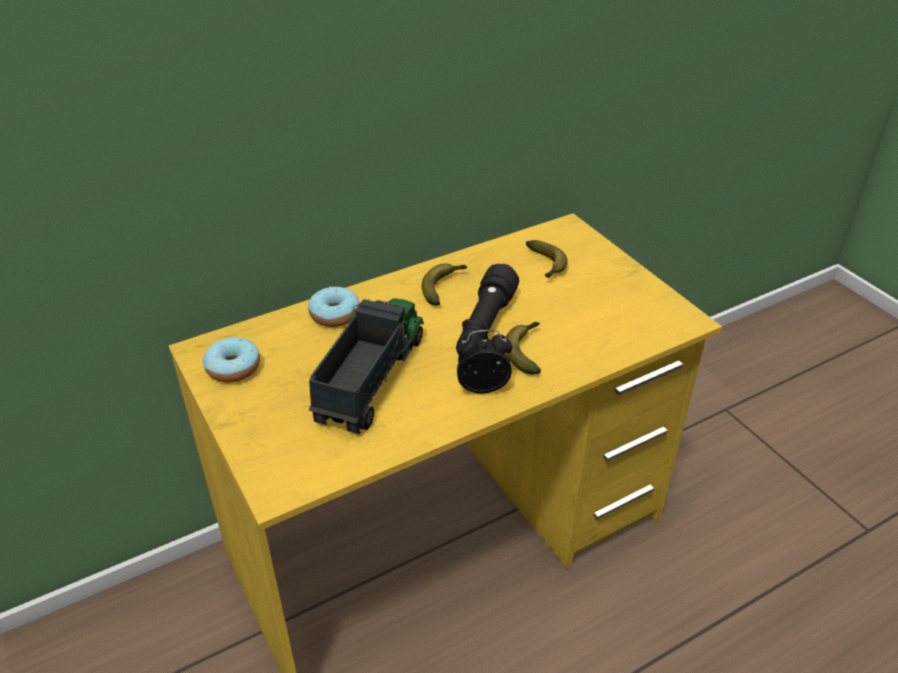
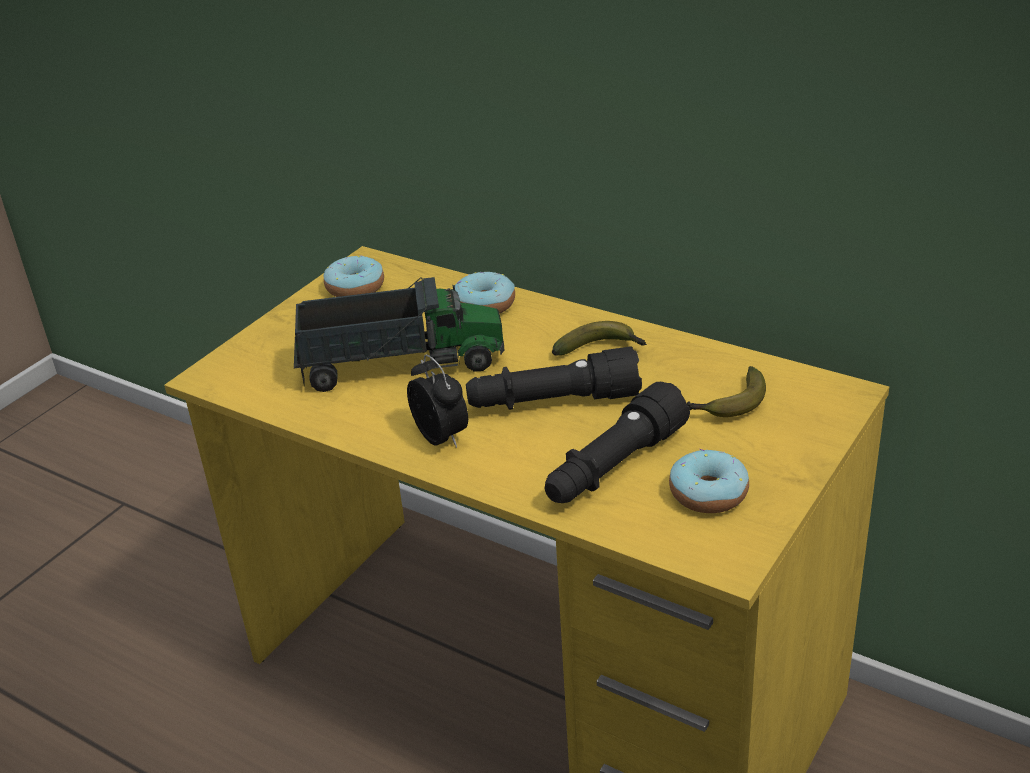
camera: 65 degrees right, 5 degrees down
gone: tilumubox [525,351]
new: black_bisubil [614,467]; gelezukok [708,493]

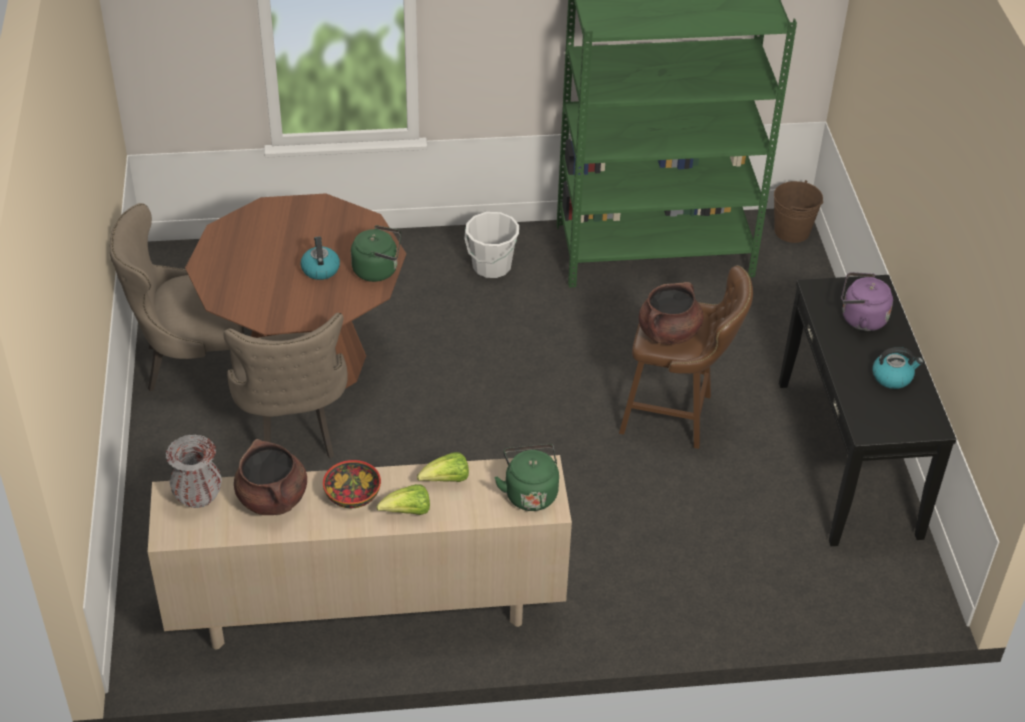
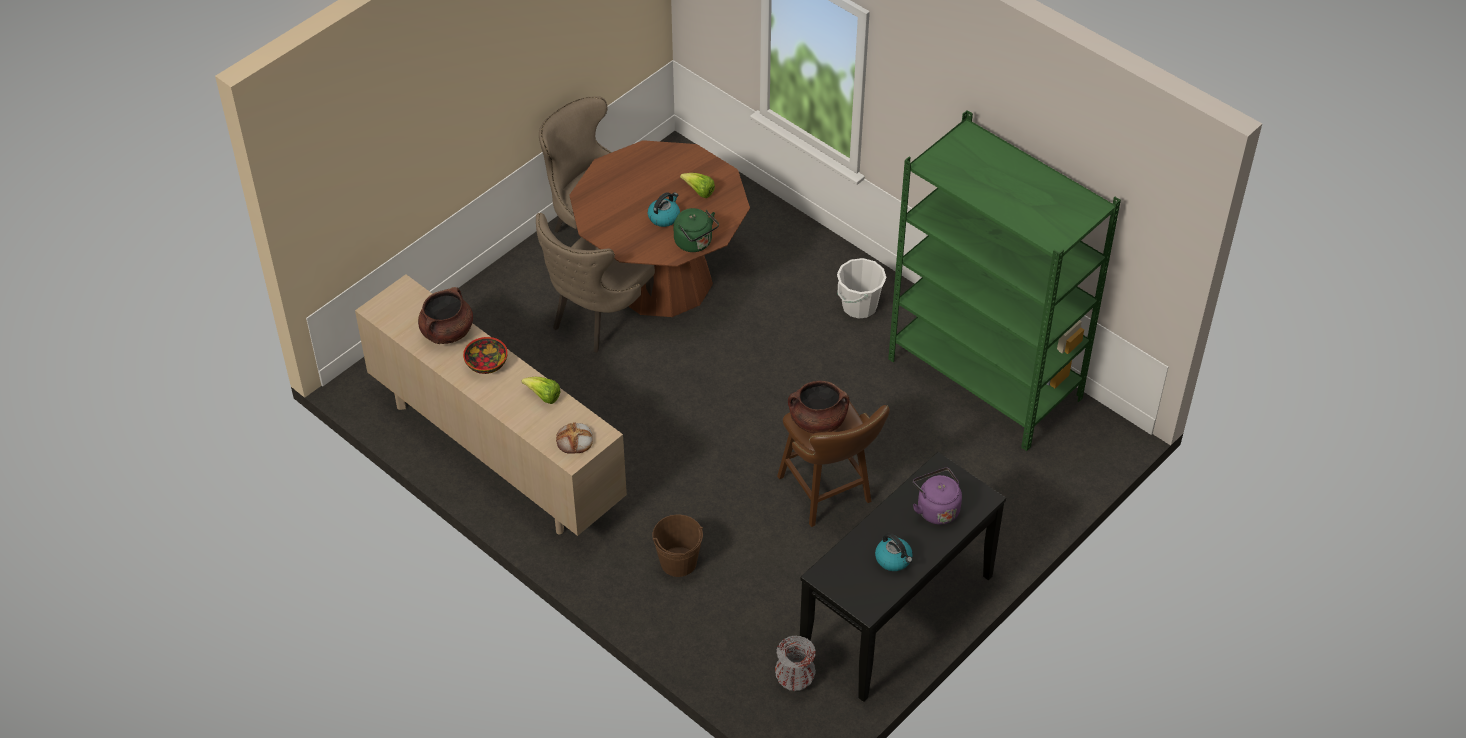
camera: 50 degrees right, 5 degrees up
shifted: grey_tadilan [198,496] to [794,680]; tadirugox [408,512] to [699,192]; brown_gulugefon [792,231] to [678,562]
swapped: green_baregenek [529,492] to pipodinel [575,440]

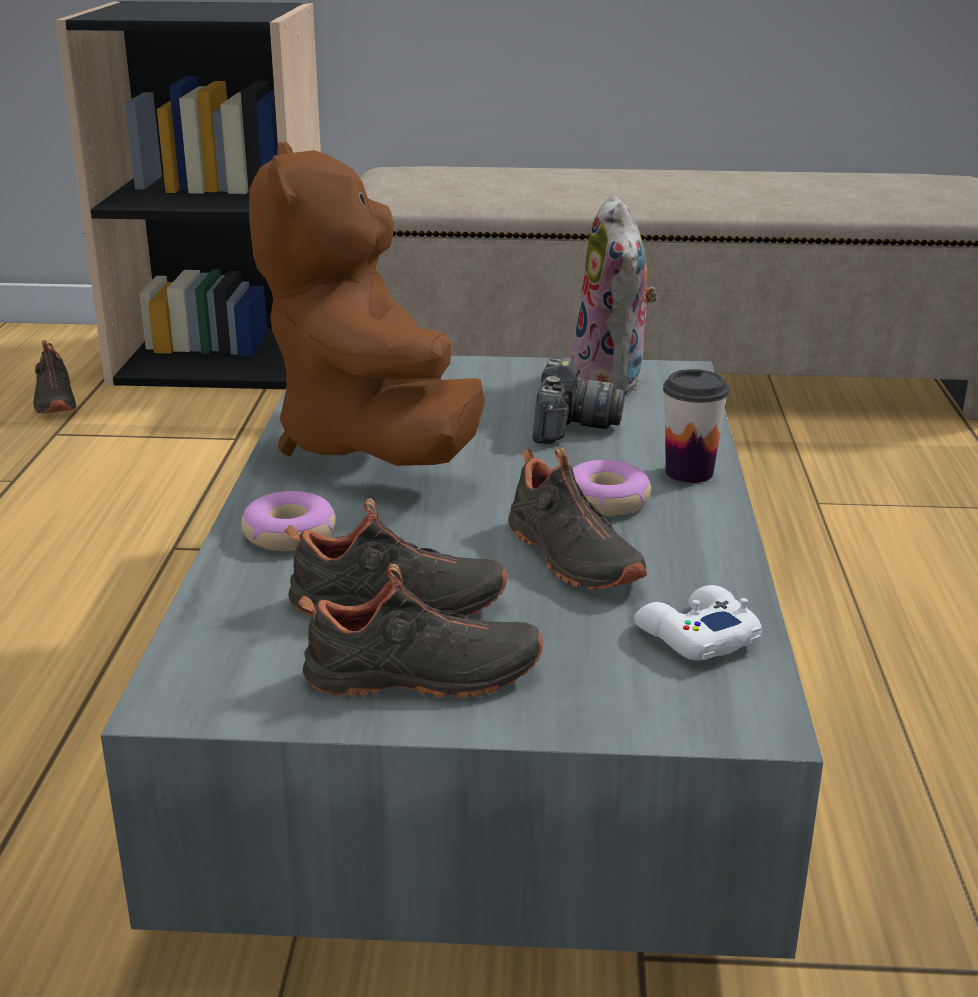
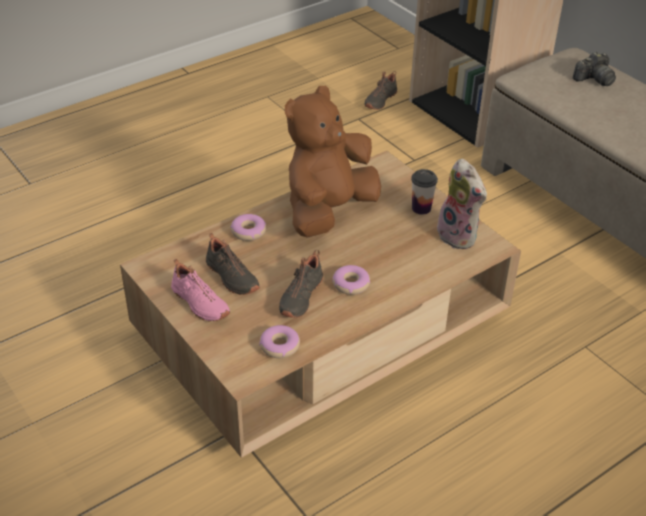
camera: 50 degrees right, 15 degrees up
shifted: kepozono [571,426] to [594,79]; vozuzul [689,472] to [421,208]
swapped: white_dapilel [695,636] to gelezukok [280,346]
repainted: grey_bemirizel [488,700] to brown_bemirizel [321,329]; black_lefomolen [423,679] to pink_lefomolen [199,303]
rotated: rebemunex [613,382] = [460,236] 75 degrees counterclockwise

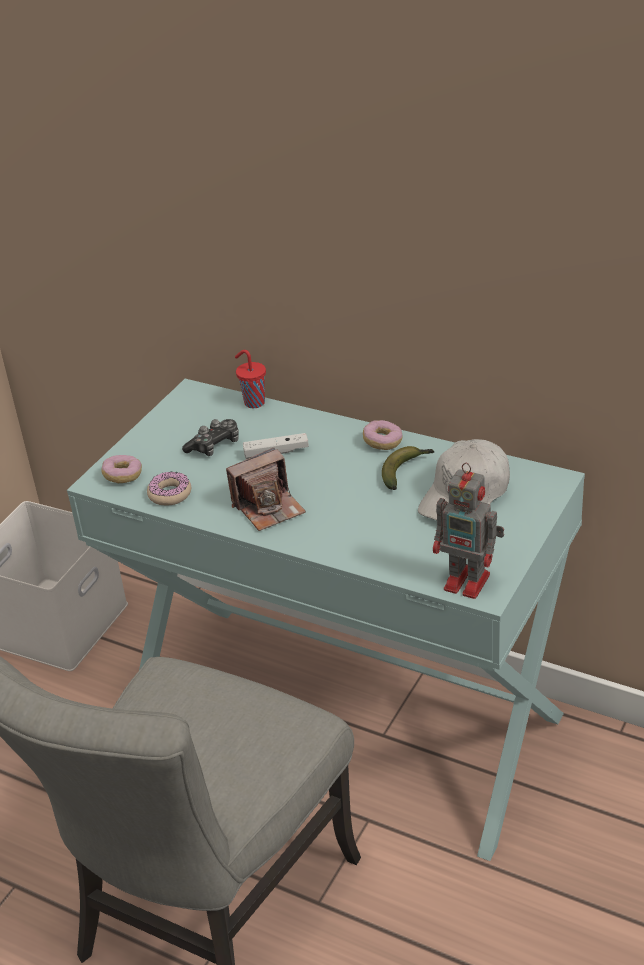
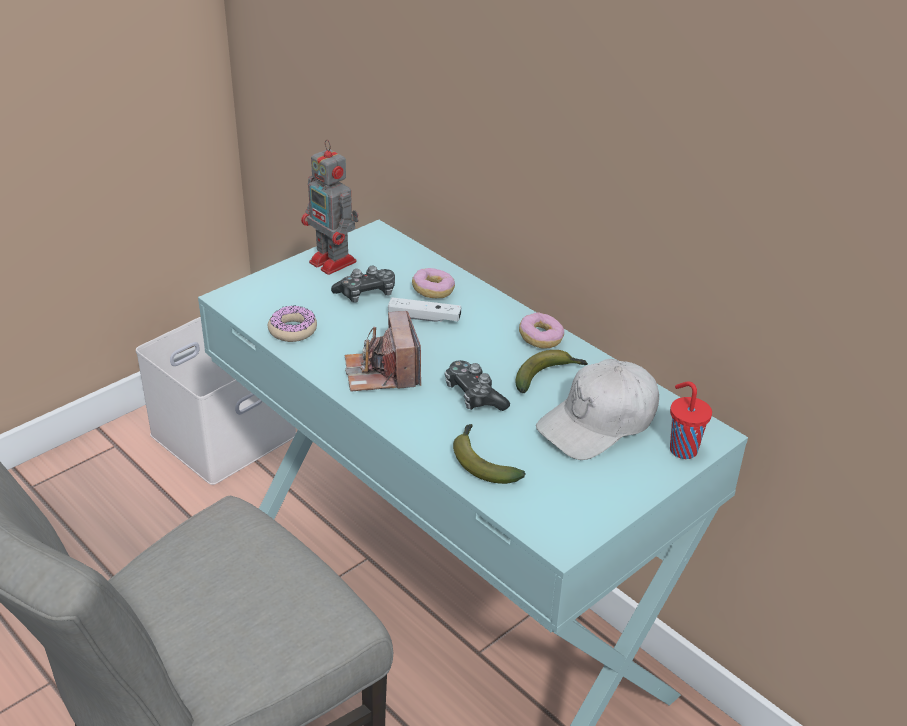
camera: 15 degrees right, 0 degrees up
new: dapilel [474,395]; tilumubox [482,461]
shifted: gelezukok [123,476] to [433,291]; red_vozuzul [253,402] to [682,449]; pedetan [469,582] to [334,263]
rotated: kepozono [268,507] = [382,373] 90 degrees clockwise

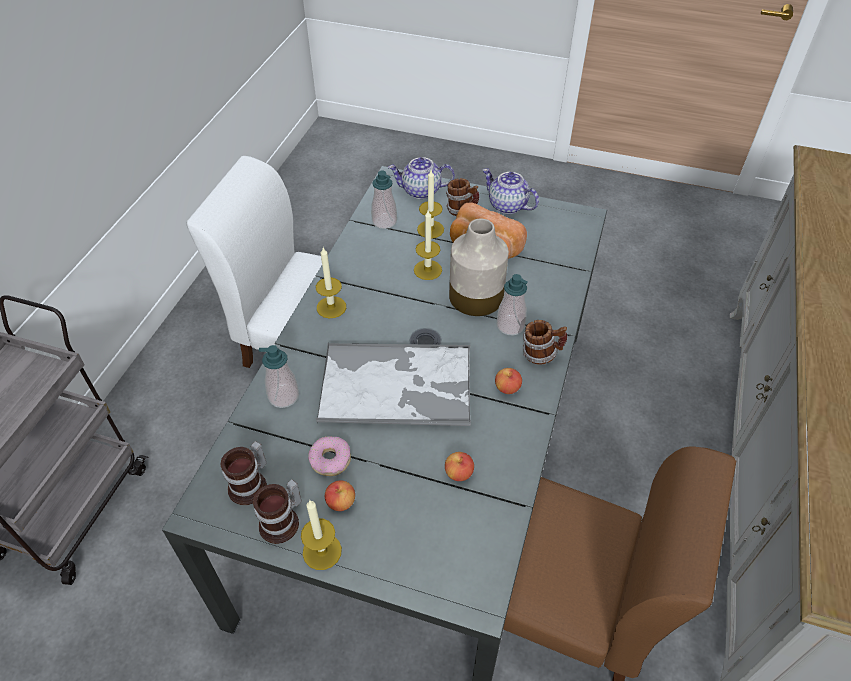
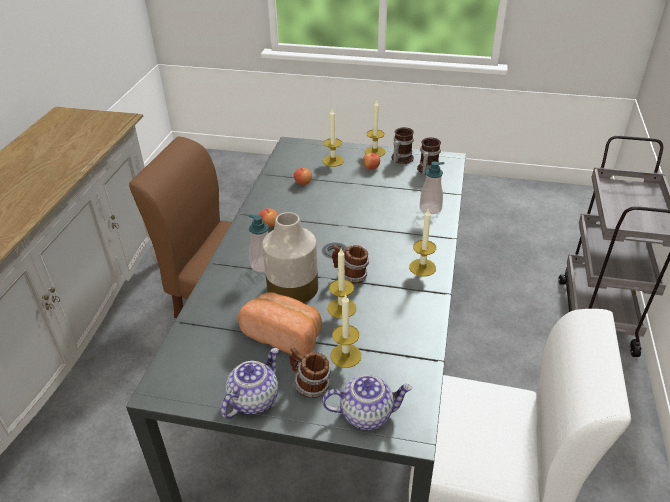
camera: 175 degrees right, 10 degrees down
gone: gelezukok [330,460]; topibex [397,385]; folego [384,221]
new: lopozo [333,161]
shifted: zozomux [541,354] to [350,276]
rotated: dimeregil [507,205] = [253,399] 90 degrees counterclockwise

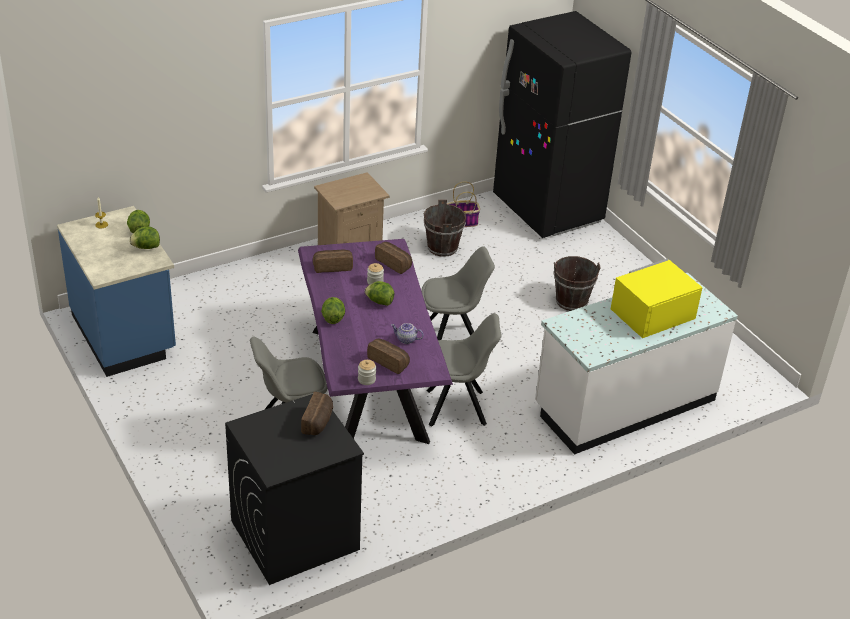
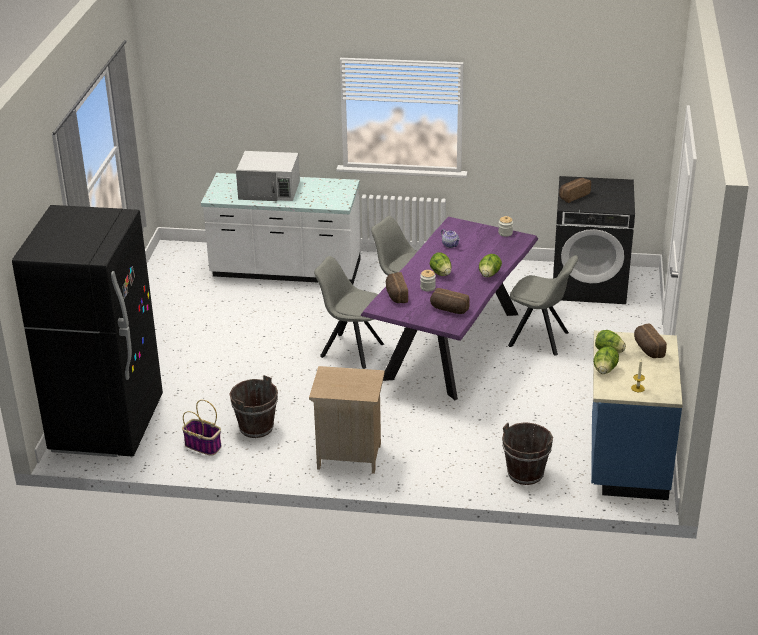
camera: 140 degrees left, 5 degrees down
shifted: pipodinel [389,361] to [647,349]; brown_gulugefon [571,302] to [525,473]
repainted: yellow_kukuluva [651,313] to white_kukuluva [269,190]

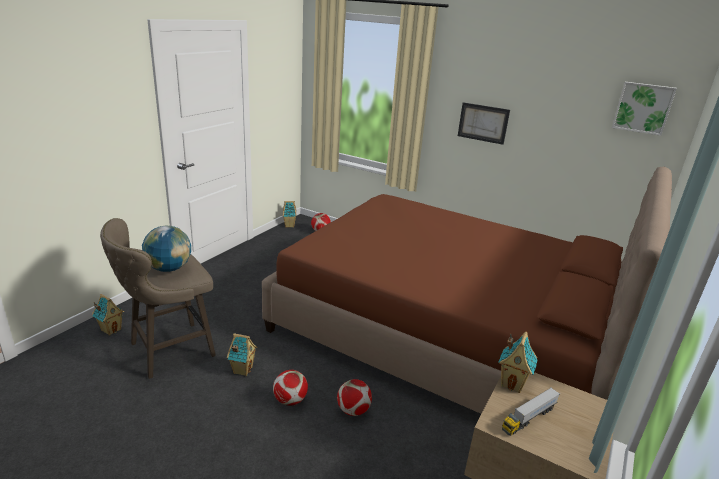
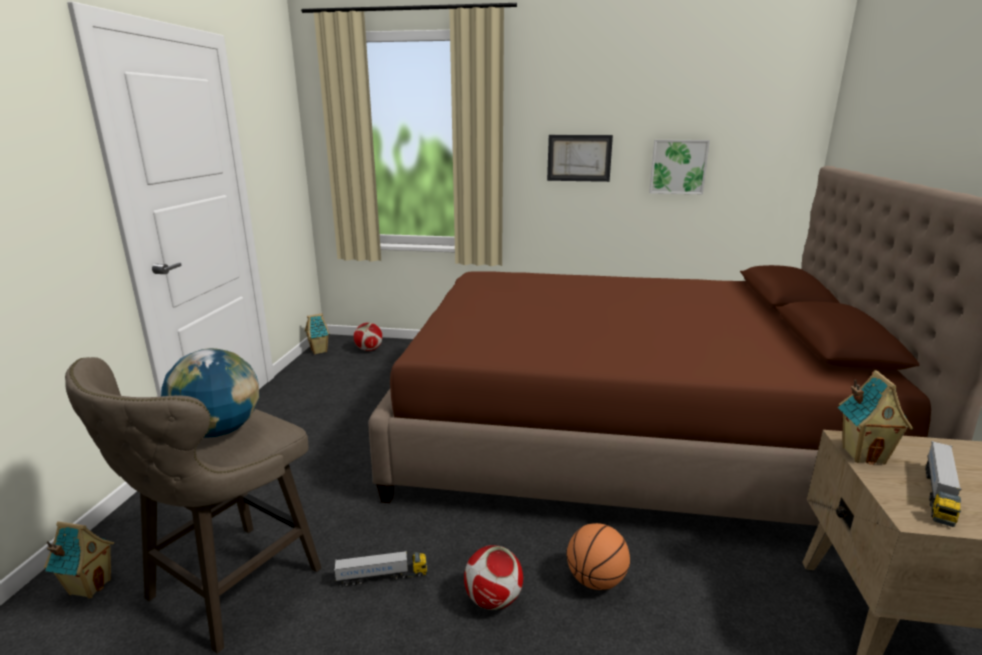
camera: 20 degrees left, 5 degrees down
shifted: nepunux [643,108] to [678,166]
swapped: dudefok [242,370] to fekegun [382,577]; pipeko [353,410] to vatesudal [596,580]

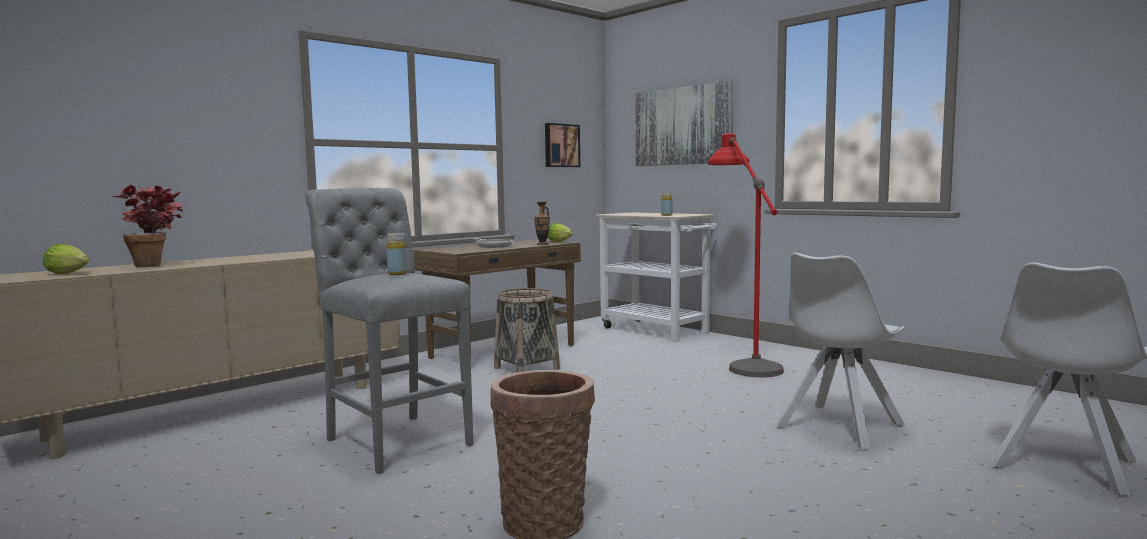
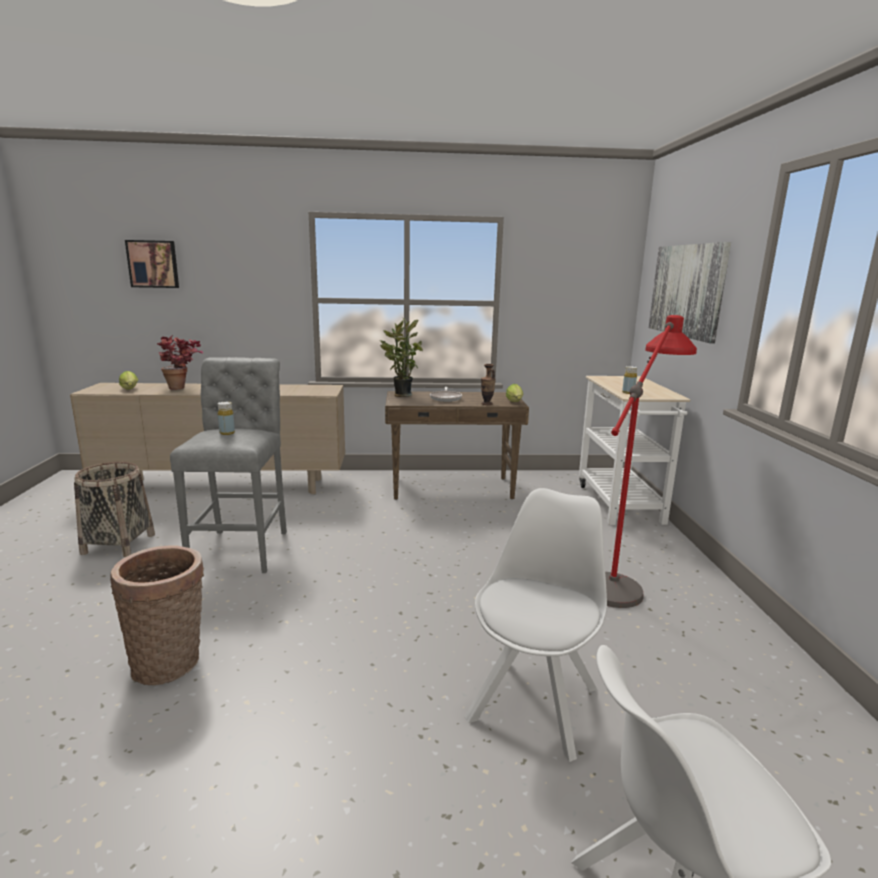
camera: 40 degrees right, 10 degrees up
new: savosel [400,395]
shifted: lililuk [526,368] to [119,544]; nepunux [561,145] to [153,264]
rotated: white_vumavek [837,426] = [535,701] 120 degrees clockwise

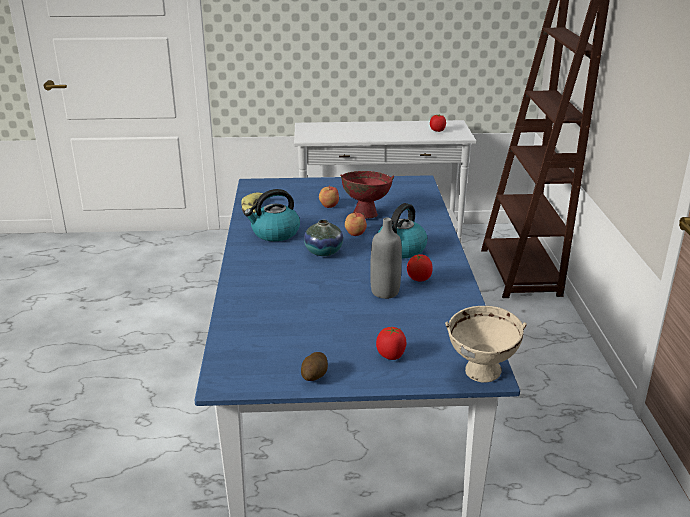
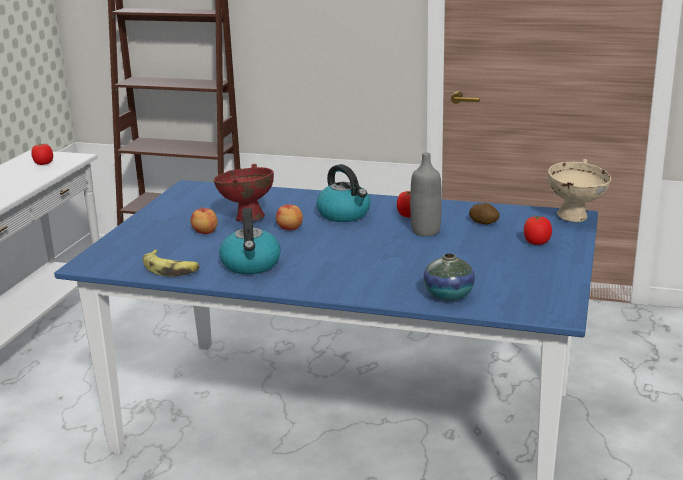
camera: 70 degrees left, 5 degrees down
shifted: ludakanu [314,376] to [484,222]; tadilan [323,252] to [448,295]

